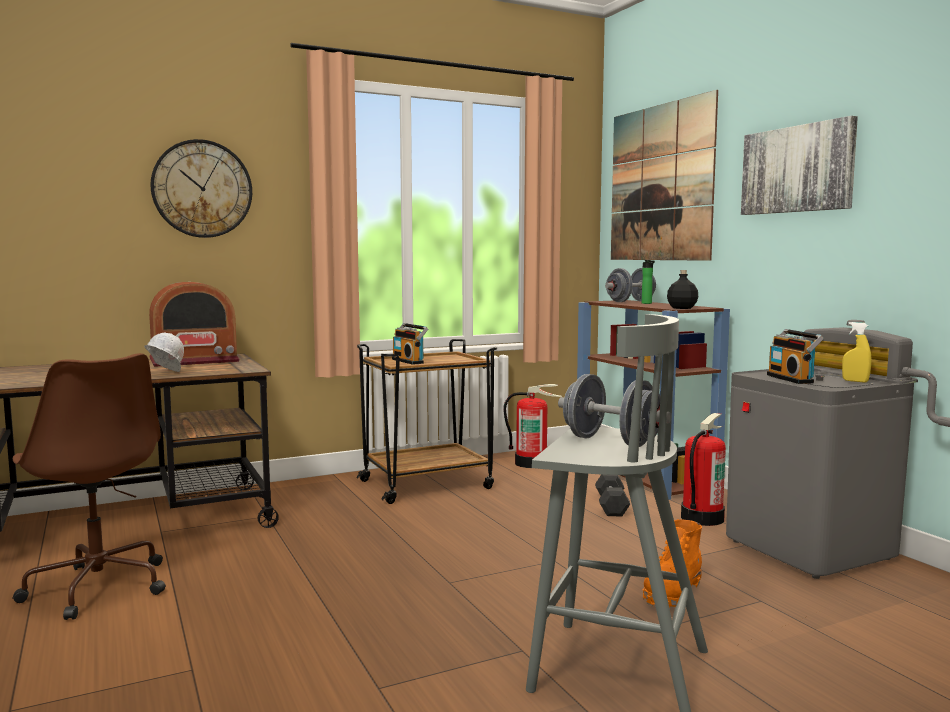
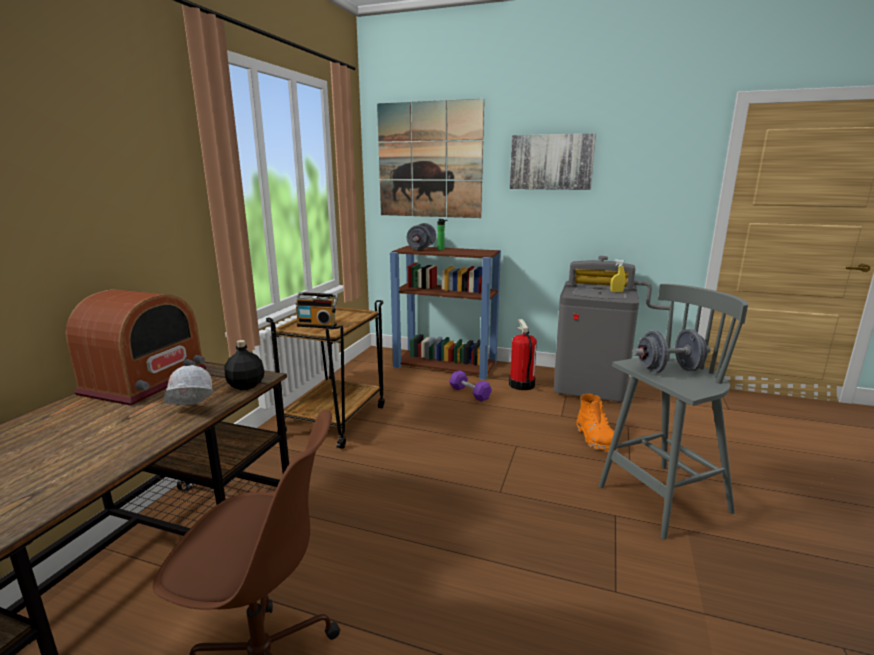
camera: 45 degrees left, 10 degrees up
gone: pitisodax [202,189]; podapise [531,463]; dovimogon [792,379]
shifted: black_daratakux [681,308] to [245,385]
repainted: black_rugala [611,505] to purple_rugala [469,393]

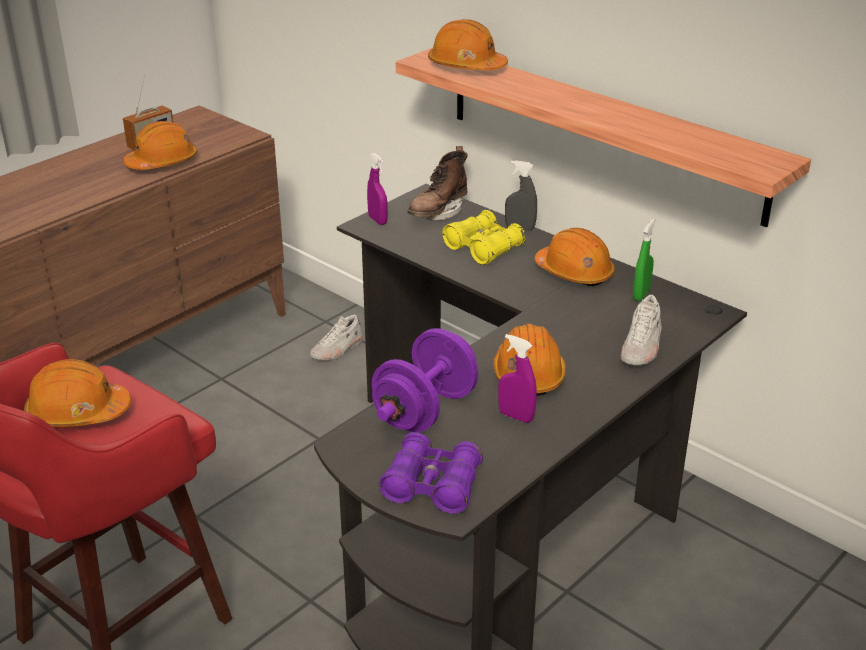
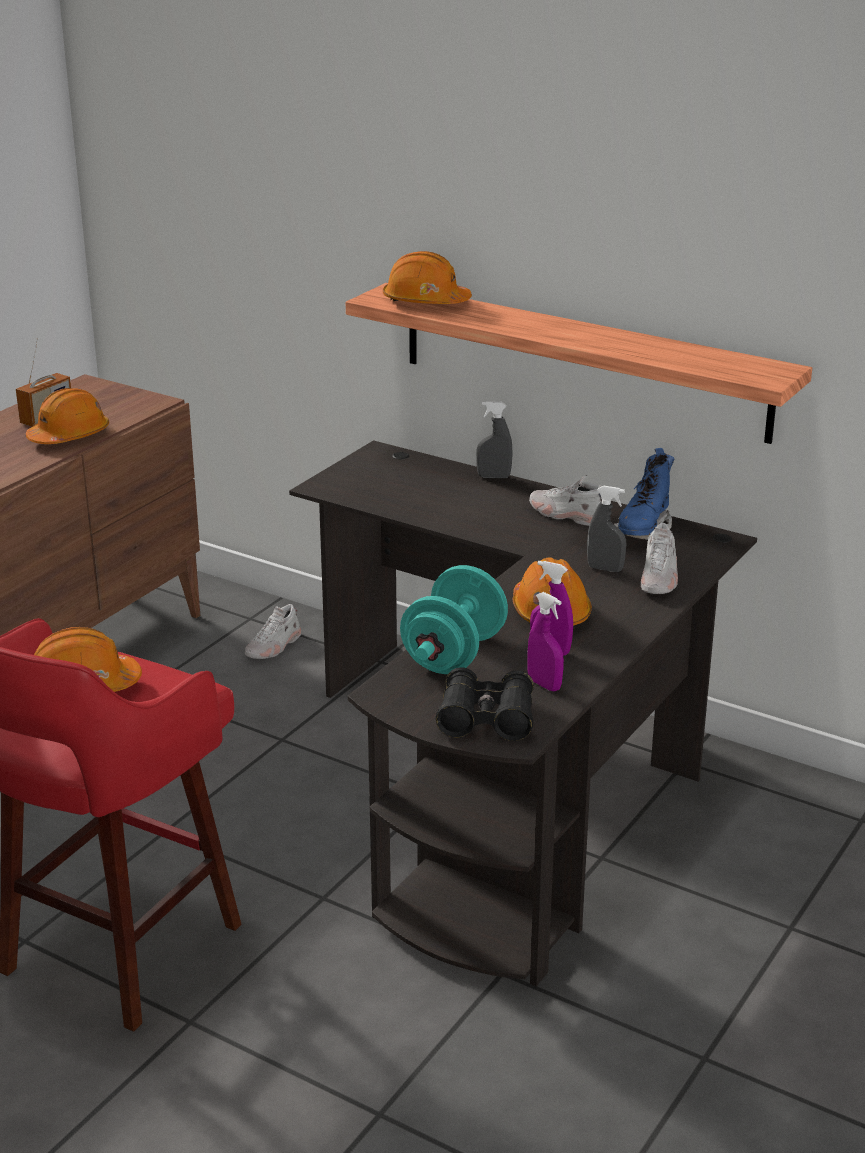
camera: 10 degrees left, 5 degrees down
gone: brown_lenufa [438,212]; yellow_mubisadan [483,248]
new: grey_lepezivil [605,569]
shifted: purple_lepezivil [377,220] to [544,684]
swapped: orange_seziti [574,272] to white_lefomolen [567,515]; green_lepezivil [641,294] to blue_lenufa [643,530]
repainted: purple_rugala [425,410] to turquoise_rugala [454,654]; purple_mubisadan [432,486] to black_mubisadan [486,719]

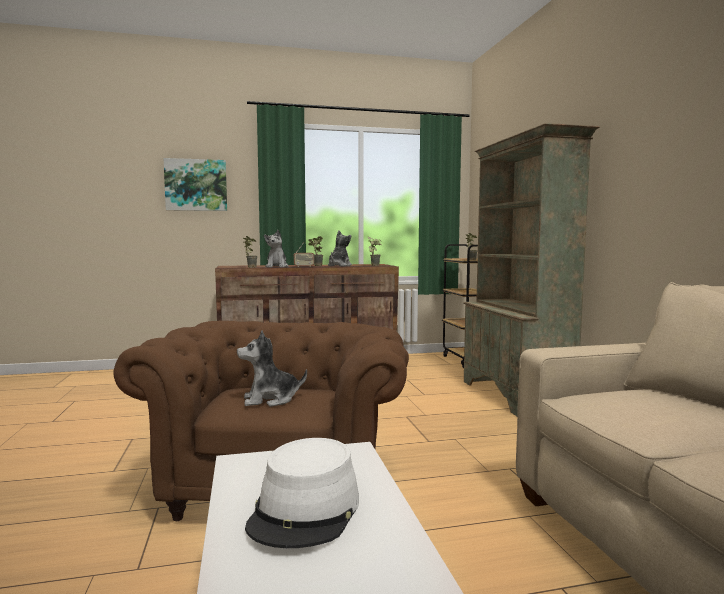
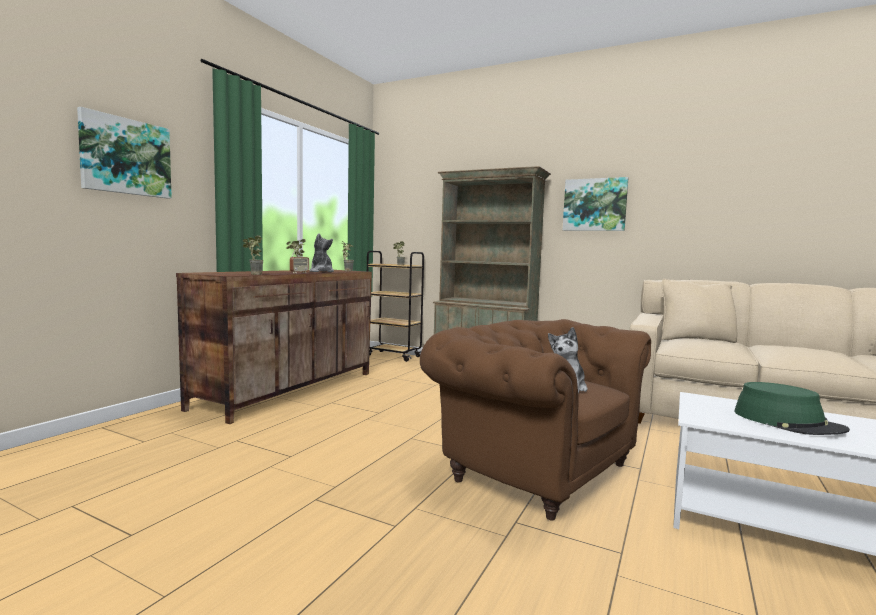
camera: 50 degrees left, 0 degrees up
gone: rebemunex [277,266]
new: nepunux [594,205]
repainted: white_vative [306,510] to green_vative [787,422]

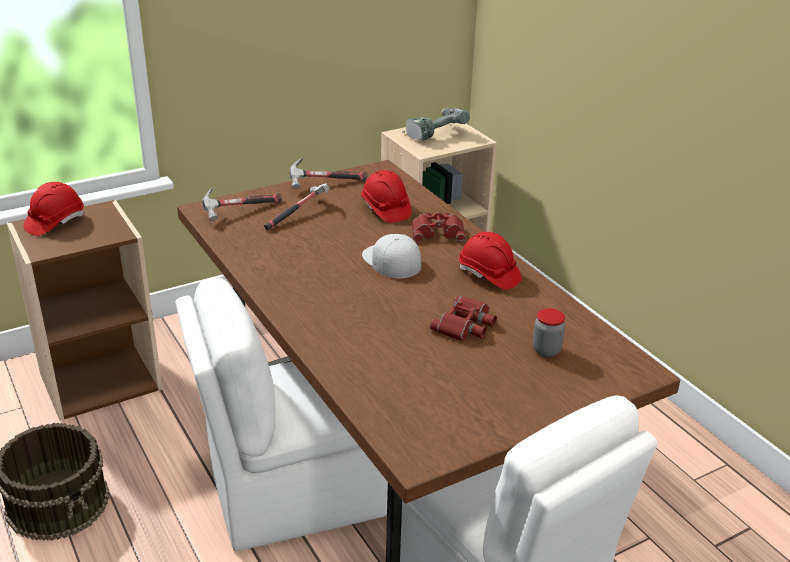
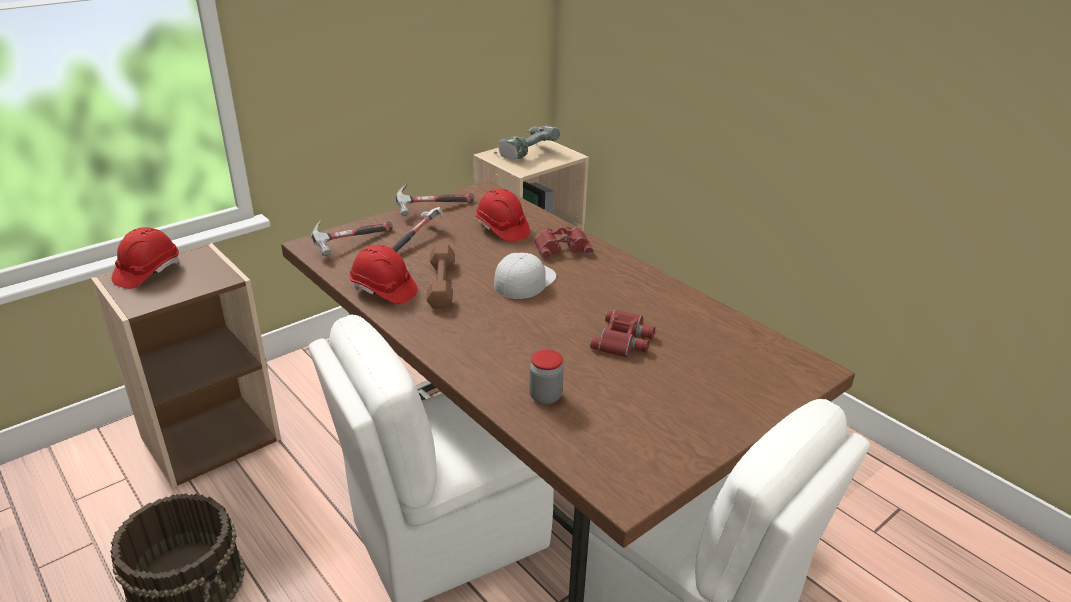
camera: 10 degrees left, 0 degrees up
new: brown_rugala [441,284]
shifted: red_seziti [488,275] to [383,290]; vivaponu [546,350] to [545,396]
rotated: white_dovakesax [390,260] = [524,280] 75 degrees clockwise

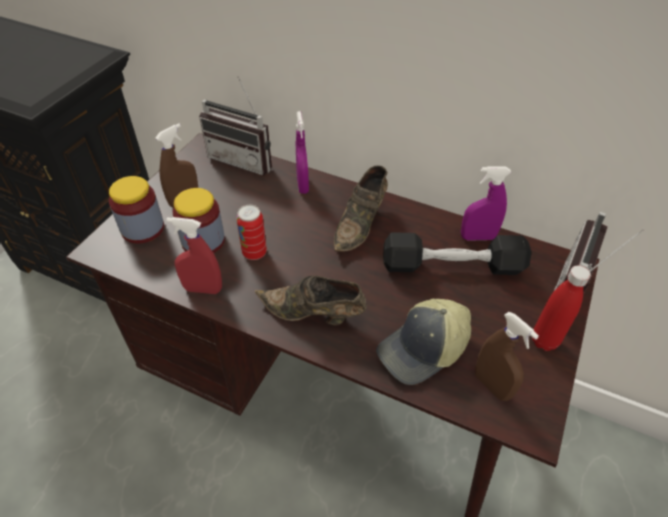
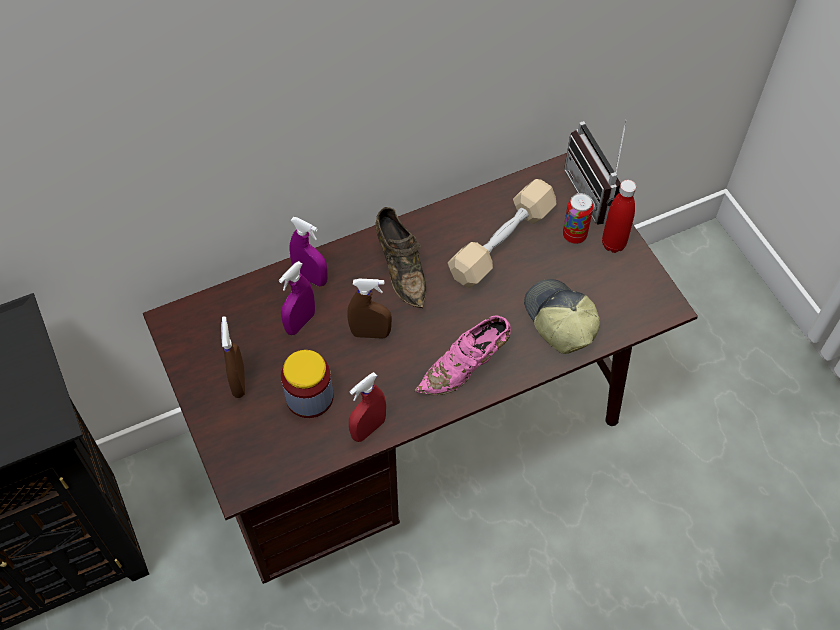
camera: 50 degrees left, 10 degrees up
gone: vivaponu [142,228]; dovimogon [244,159]
shifted: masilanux [254,253] to [574,236]; purple_lepezivil [477,237] to [300,323]; brown_lepezivil [492,385] to [370,333]
repainted: brown_lefomolen [313,315] to pink_lefomolen [466,368]; black_rugala [452,266] to beige_rugala [502,243]
rotated: dovakesax [423,350] = [559,321] 150 degrees clockwise

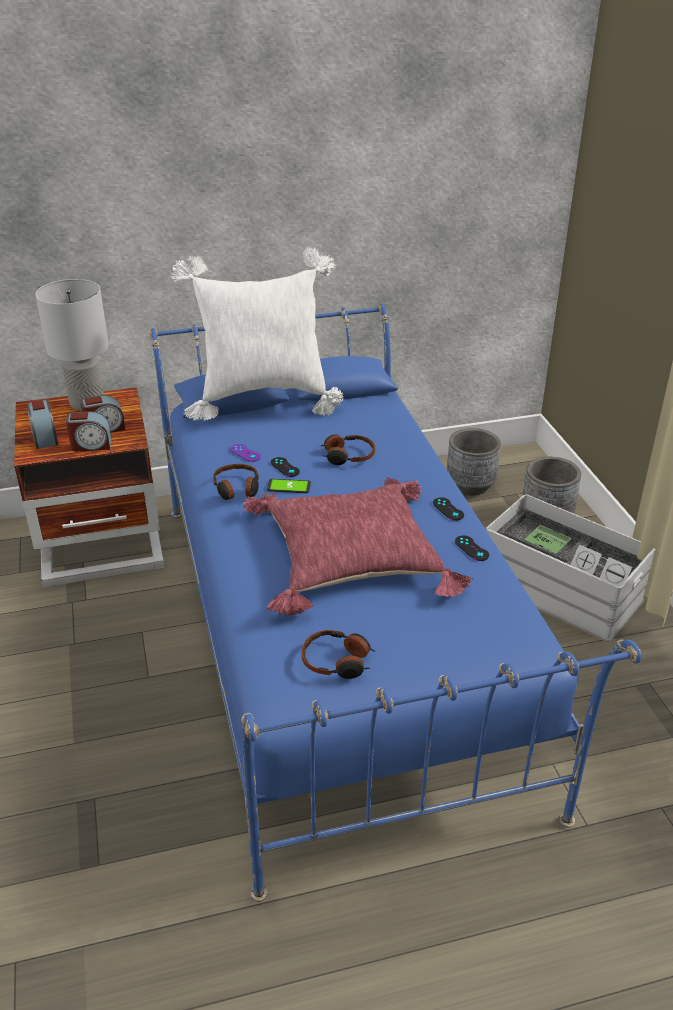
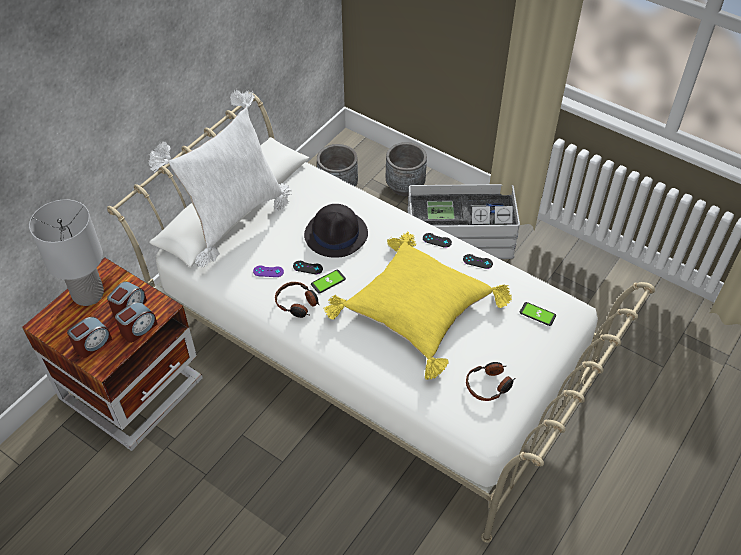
camera: 40 degrees left, 15 degrees up
new: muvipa [537,314]
swapped: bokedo [347,456] to black_vative [336,234]
repainted: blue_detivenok [335,642] to white_detivenok [370,358]; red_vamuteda [351,552] to yellow_vamuteda [418,307]
rotated: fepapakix [44,437] = [92,344] 75 degrees counterclockwise

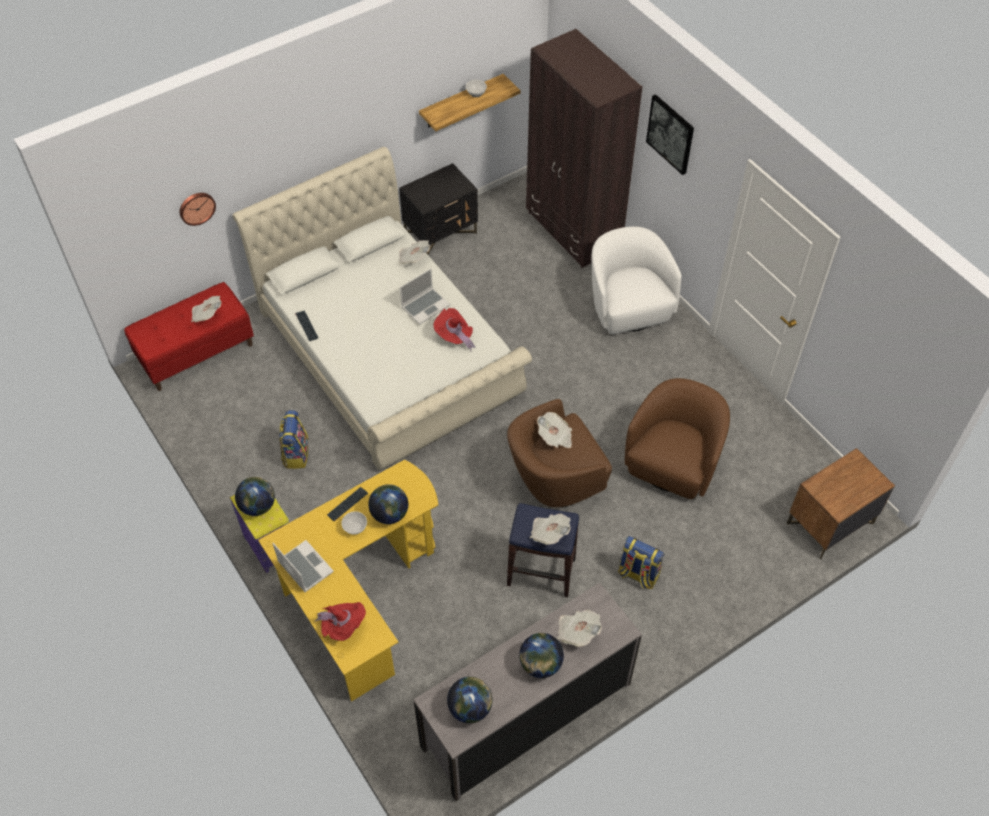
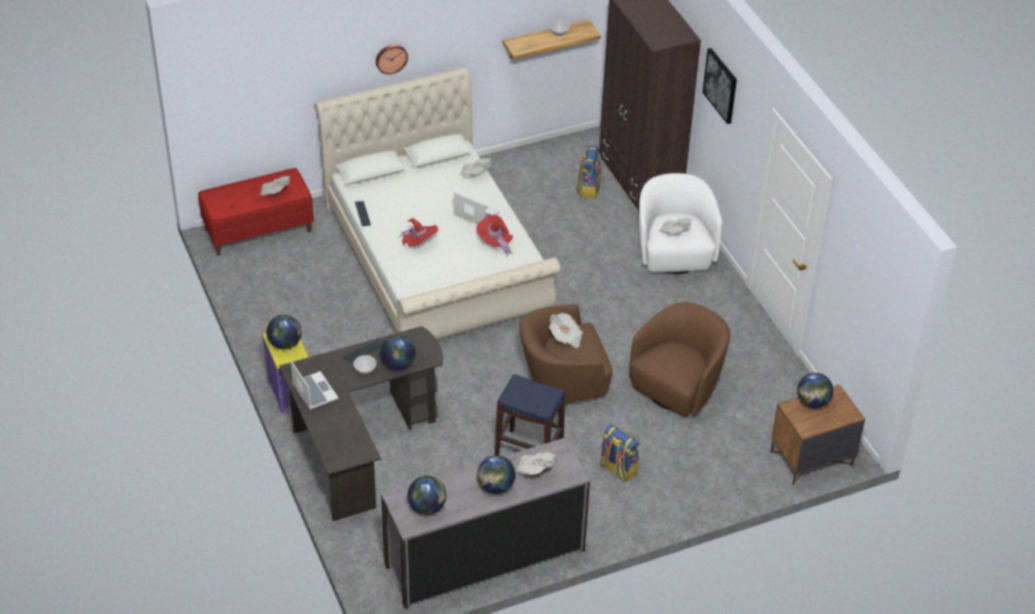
camera: 10 degrees right, 10 degrees down
gone: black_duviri [441,233]
new: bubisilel [812,402]
shifted: pitisodax [196,207] to [391,58]; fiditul [295,453] to [588,188]; red_vative [343,627] to [419,244]; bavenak [549,533] to [674,232]
repainted: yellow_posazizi [356,595] to black_posazizi [357,443]
rotated: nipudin [425,306] = [475,214] 120 degrees counterclockwise

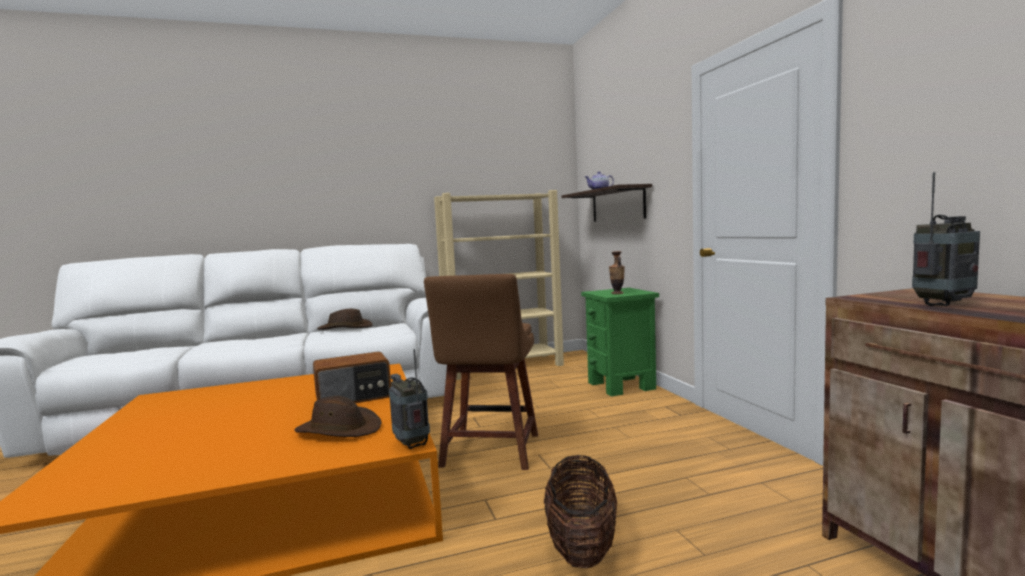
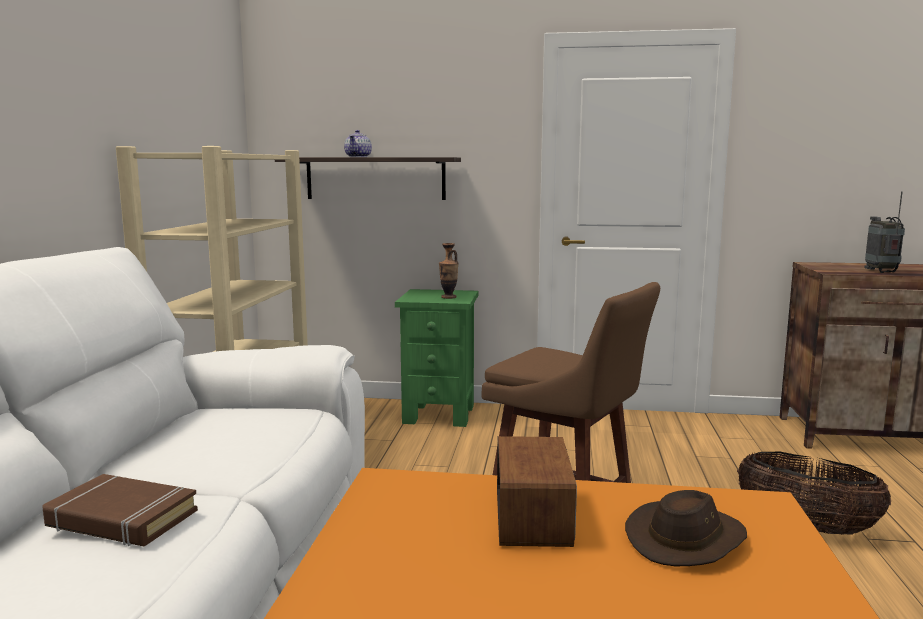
camera: 65 degrees left, 5 degrees up
gone: brown_vative [345,328]; dovimogon [412,444]
new: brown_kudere [121,519]

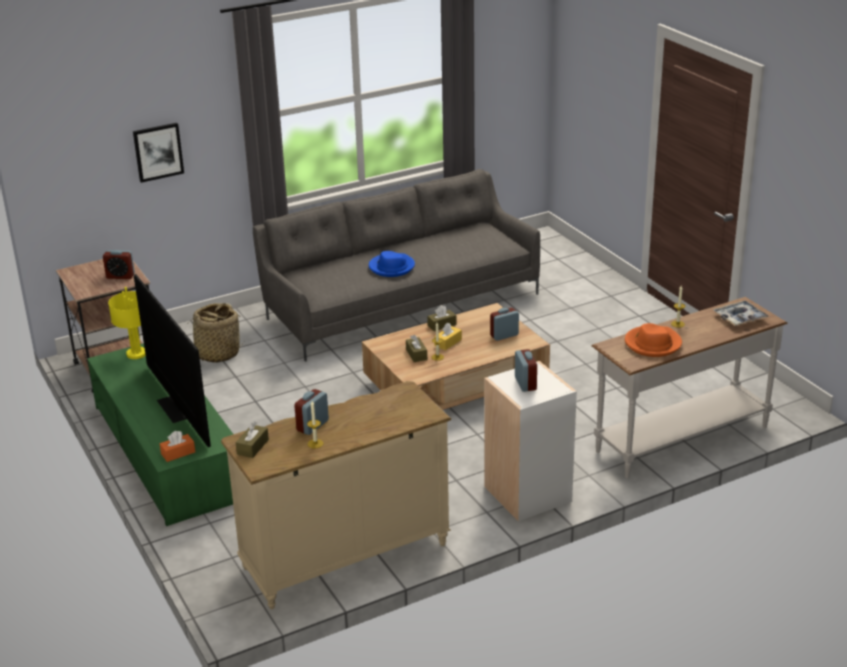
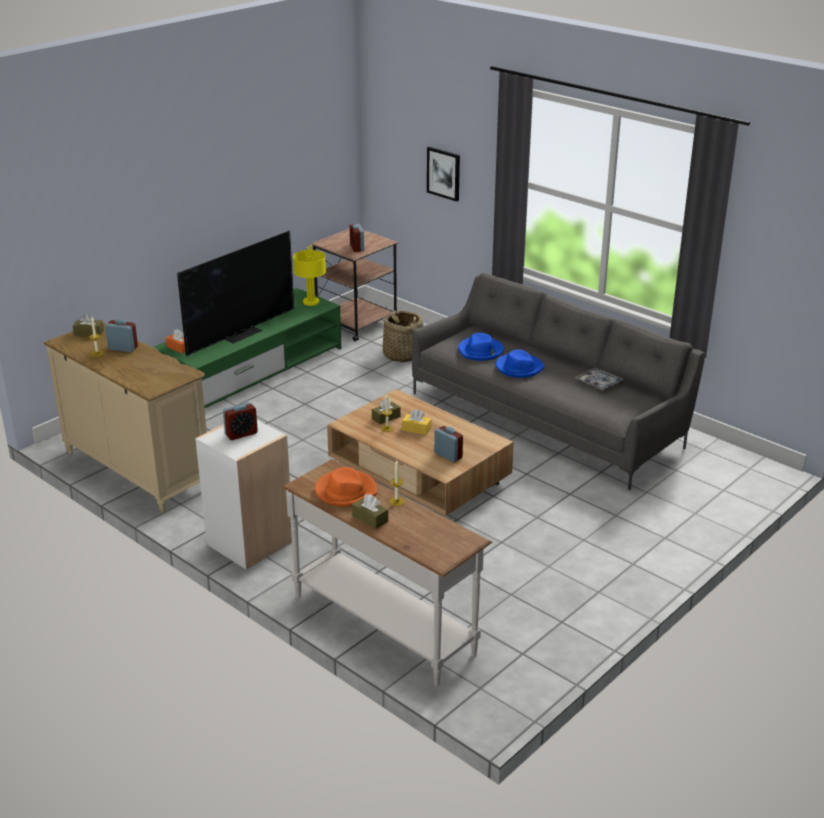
camera: 70 degrees right, 0 degrees up
new: blue_vative [481,351]
shifted: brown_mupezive [442,325] to [370,518]; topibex [740,318] to [598,383]

